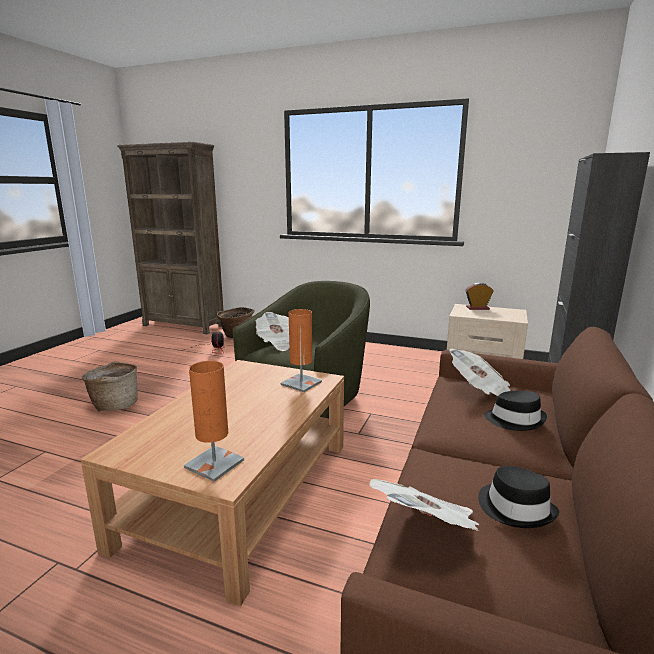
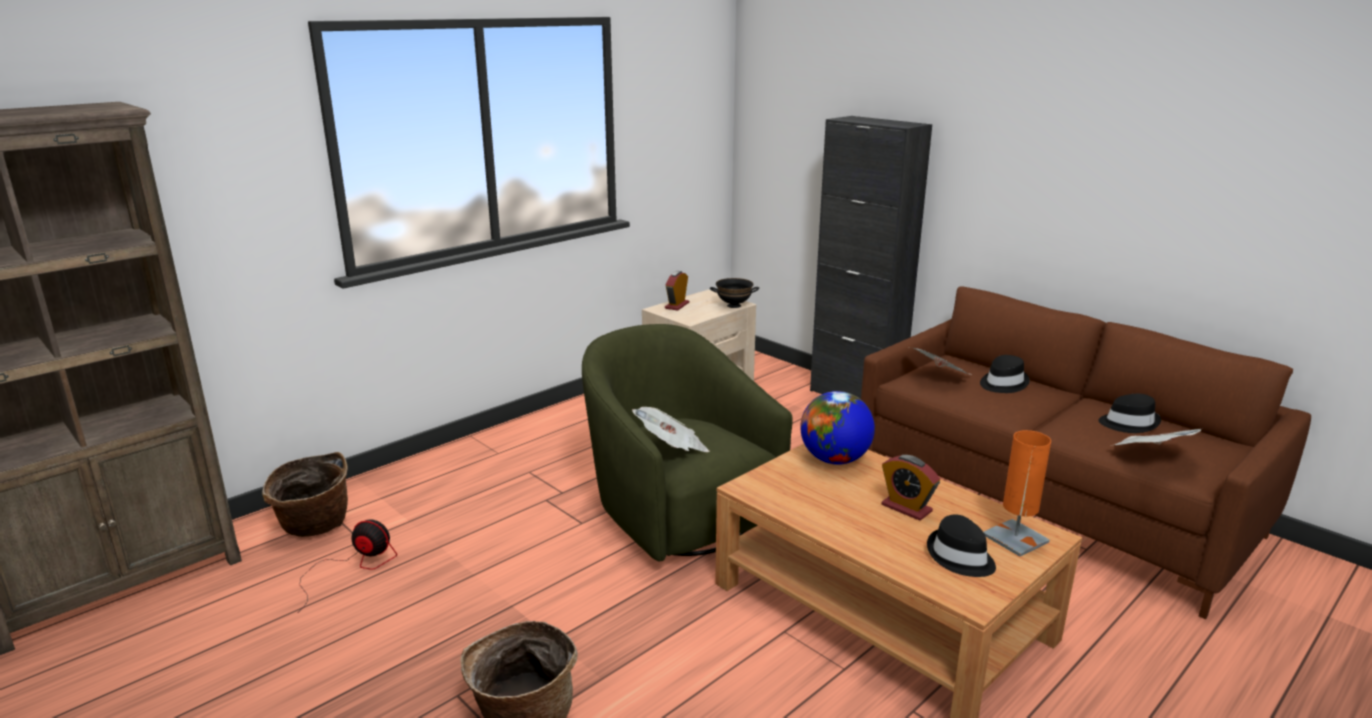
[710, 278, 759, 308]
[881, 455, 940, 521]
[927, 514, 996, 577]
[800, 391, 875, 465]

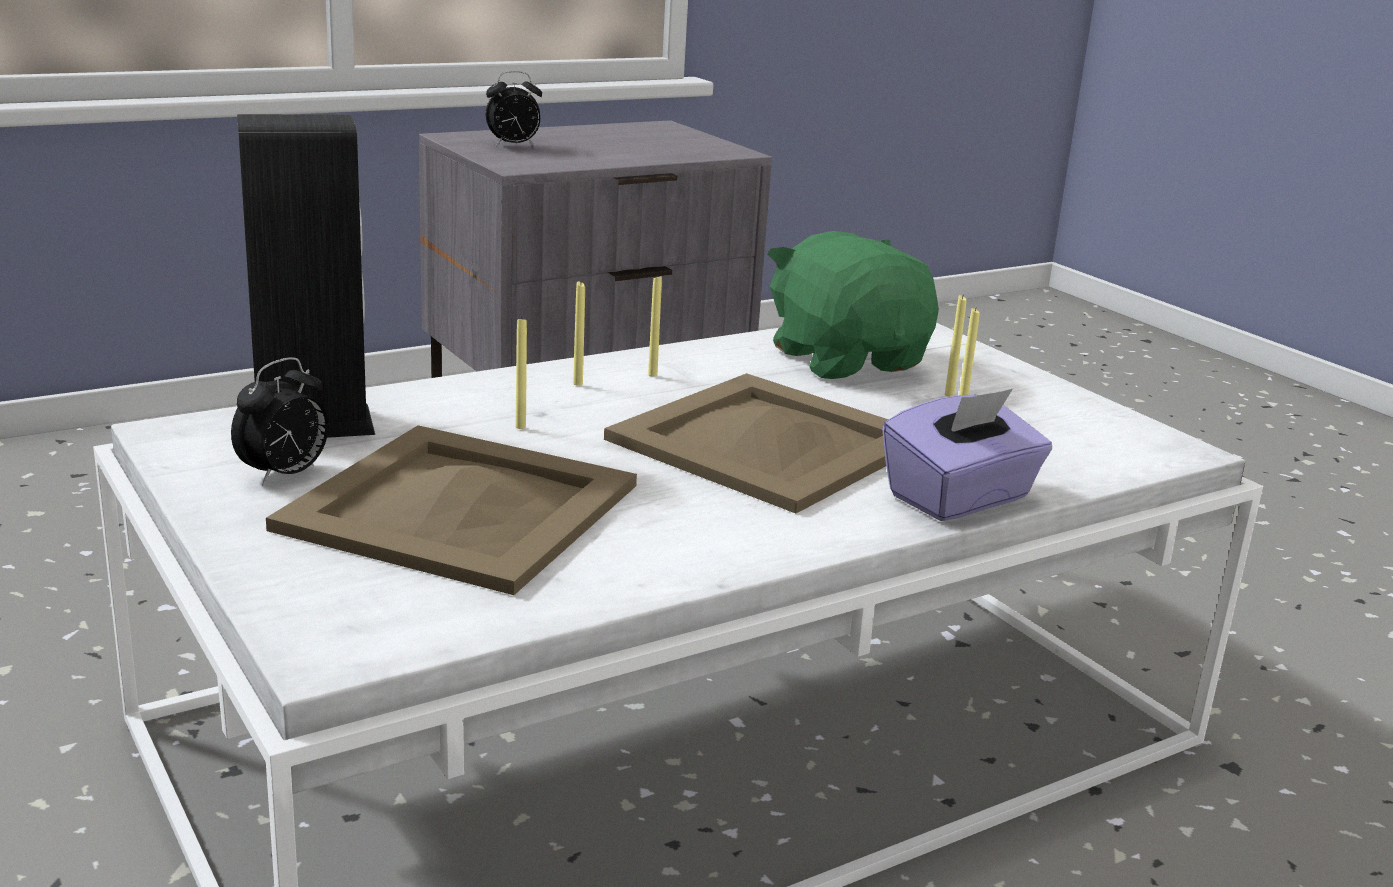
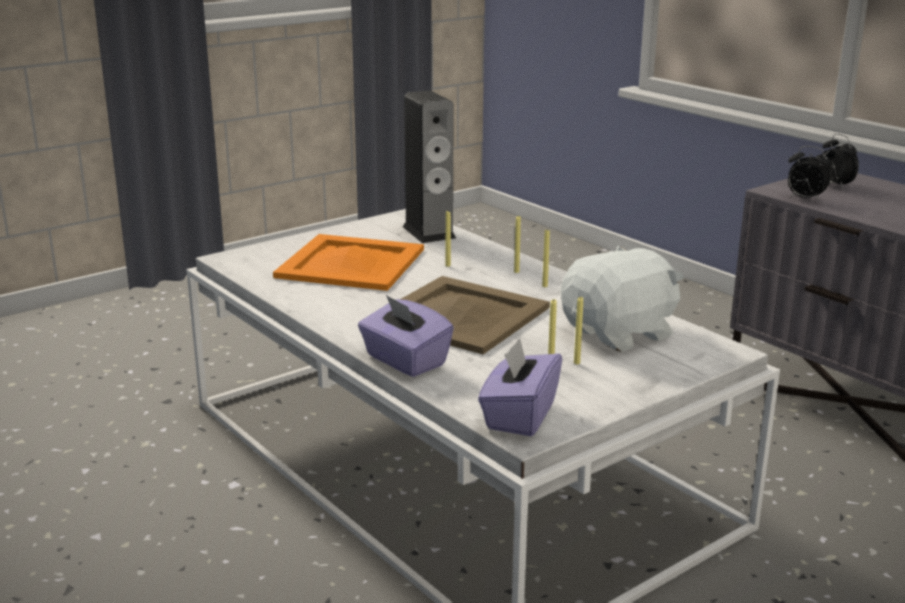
[478, 338, 562, 436]
[788, 146, 831, 202]
[273, 234, 424, 291]
[561, 246, 684, 352]

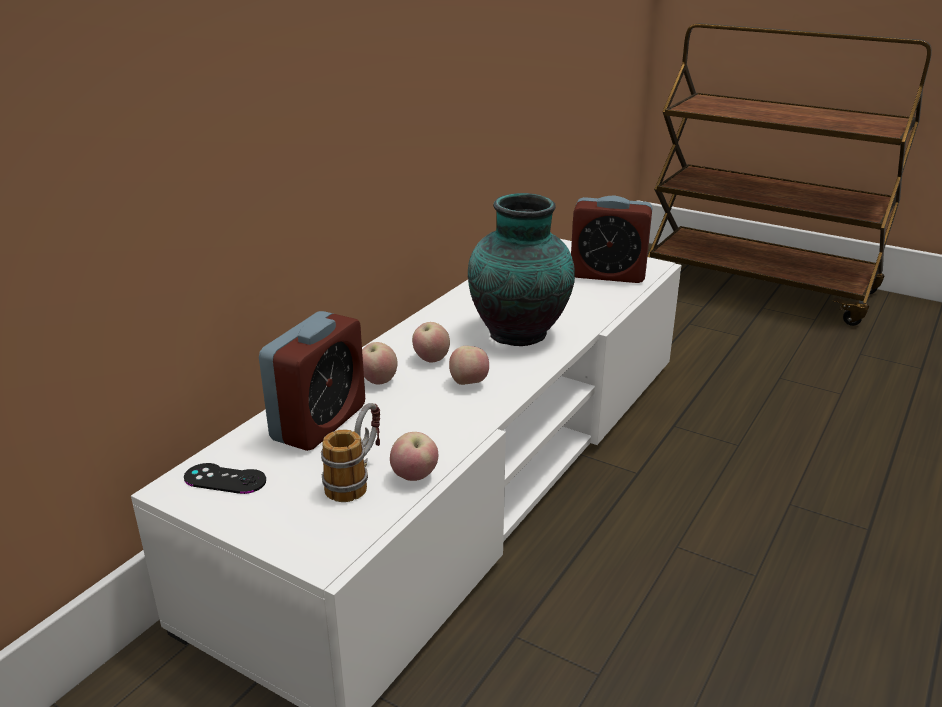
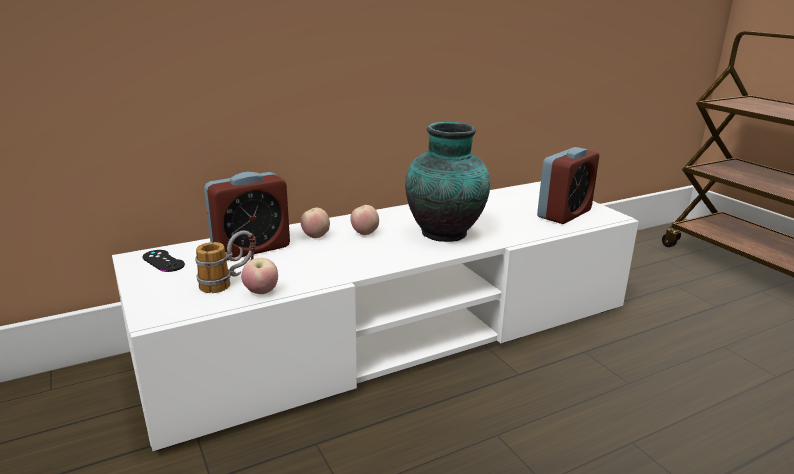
[449, 346, 489, 385] (first image)
[537, 147, 599, 224]

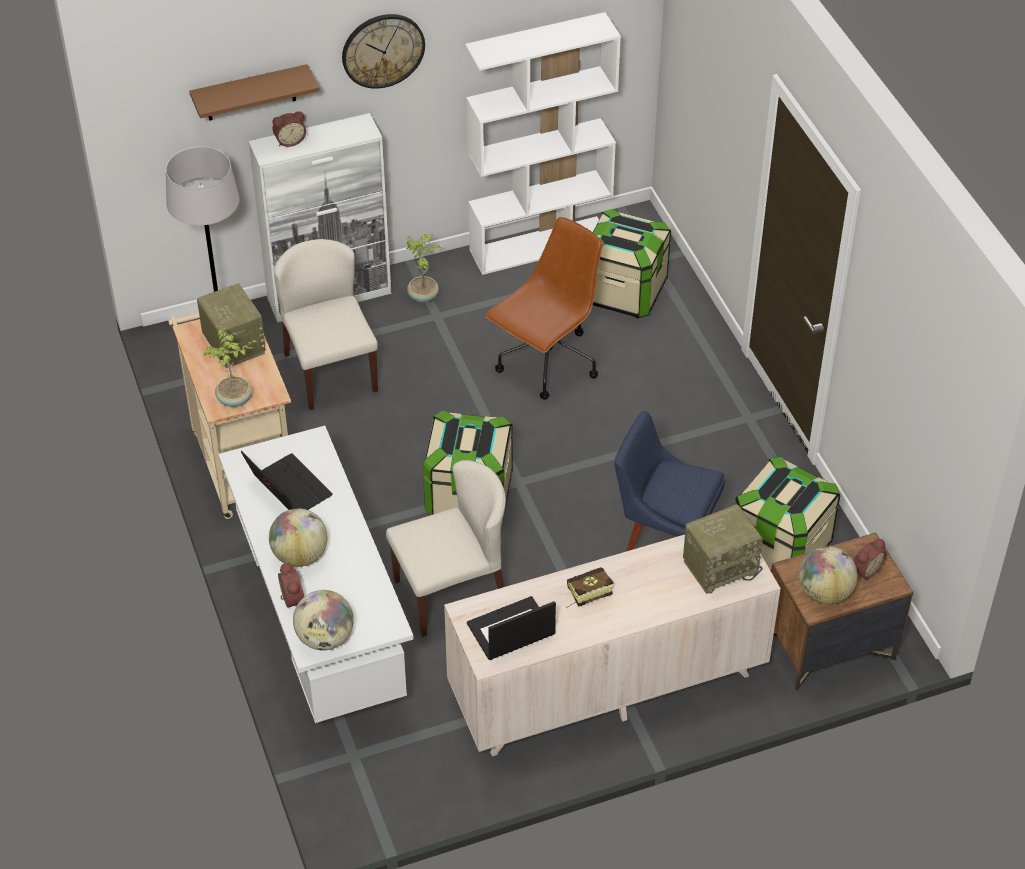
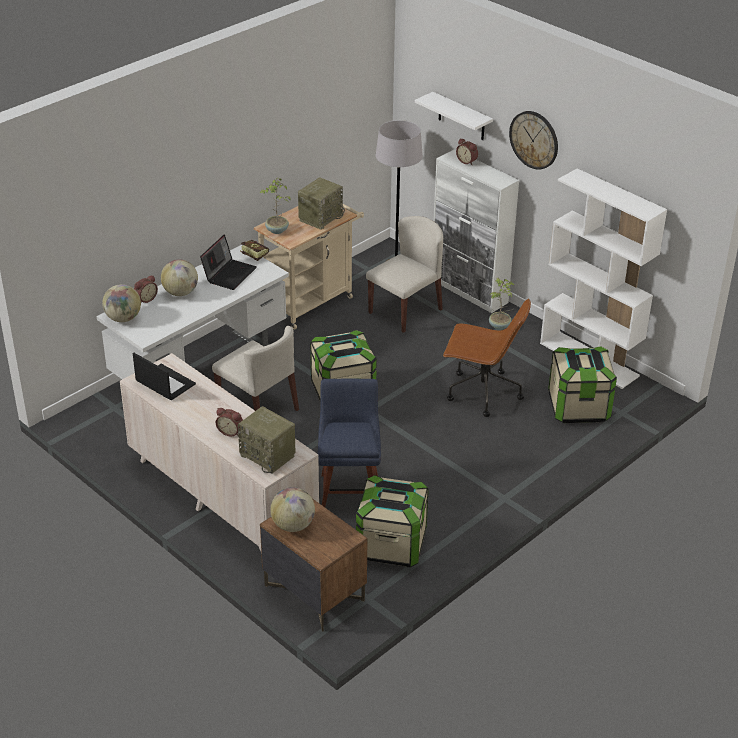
[241, 240, 269, 261]
[216, 408, 243, 437]
[415, 92, 493, 140]

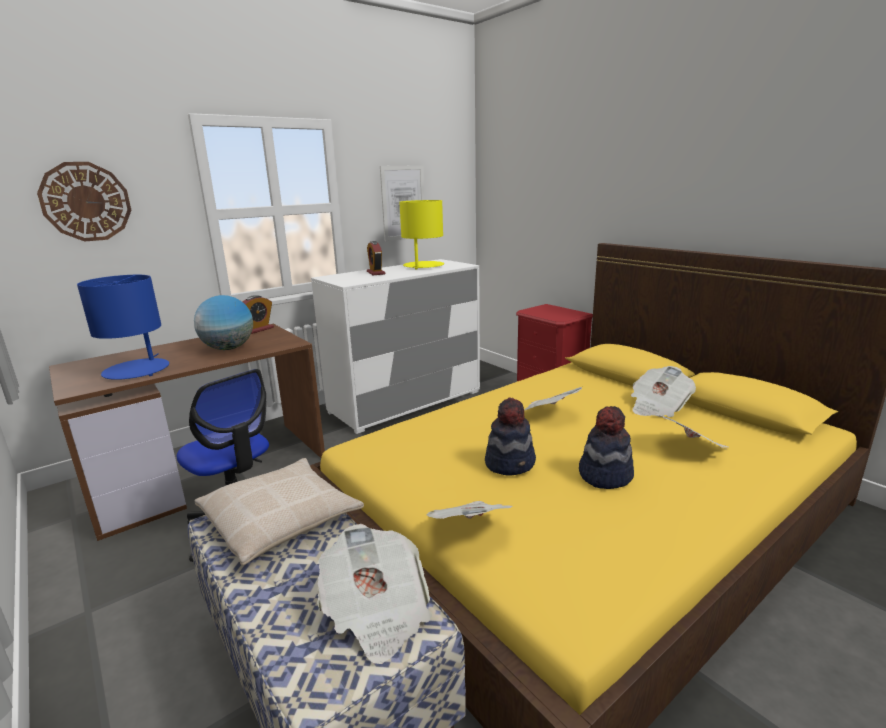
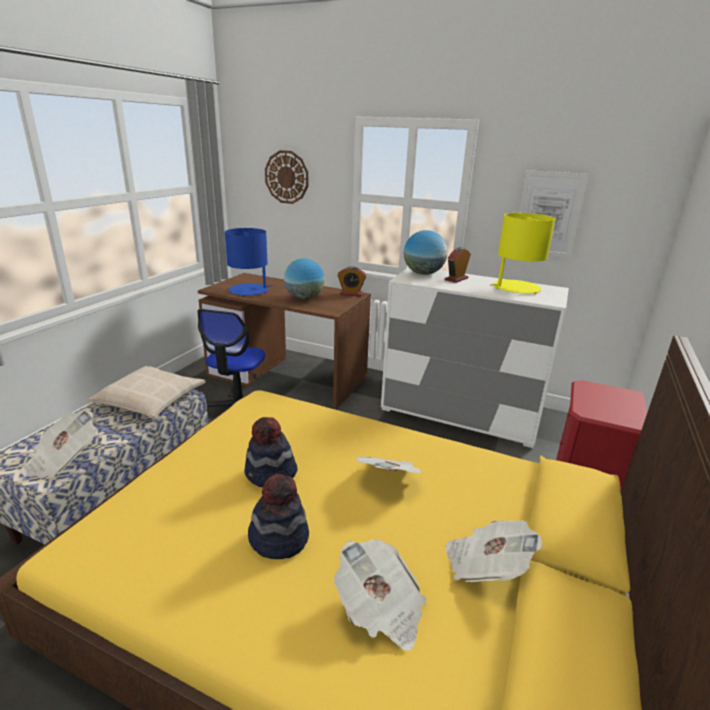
[426, 501, 512, 519] (first image)
[404, 230, 448, 275]

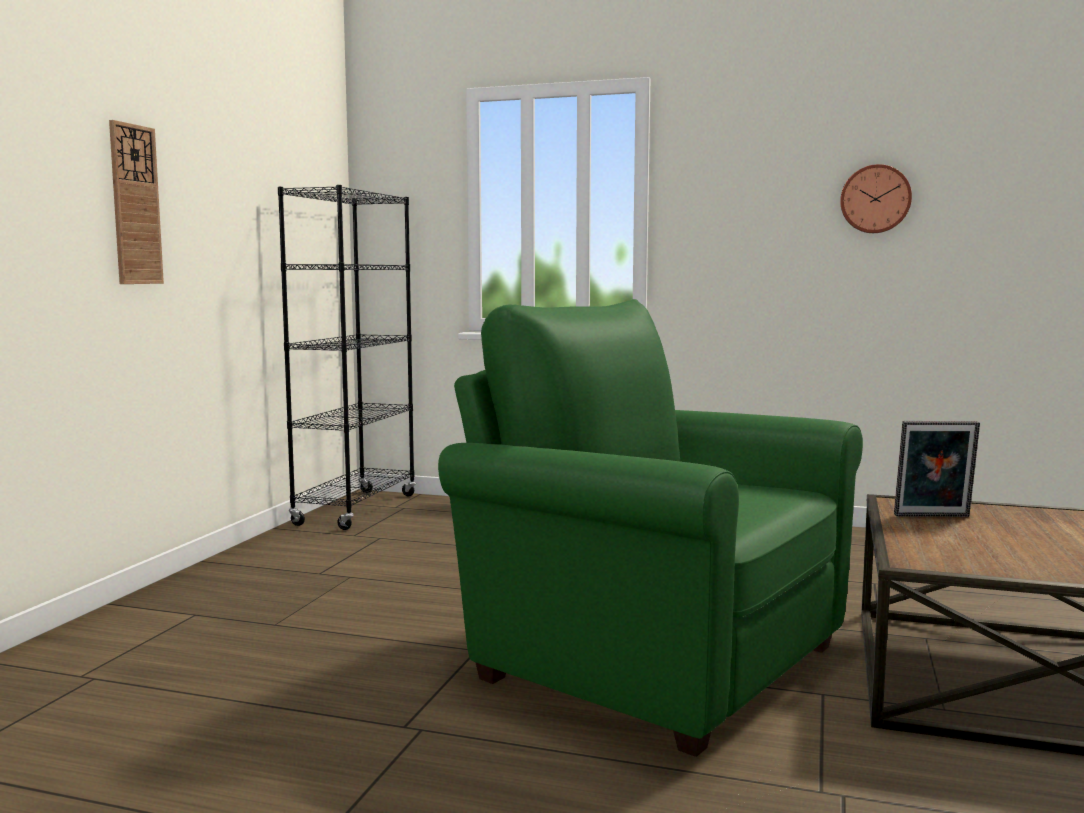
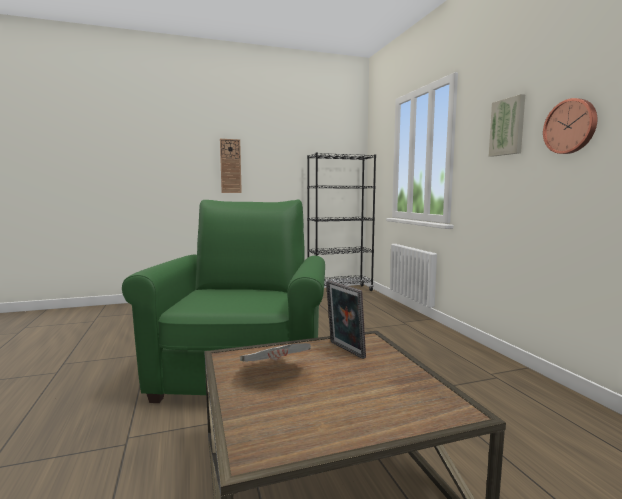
[240, 343, 311, 362]
[489, 94, 525, 157]

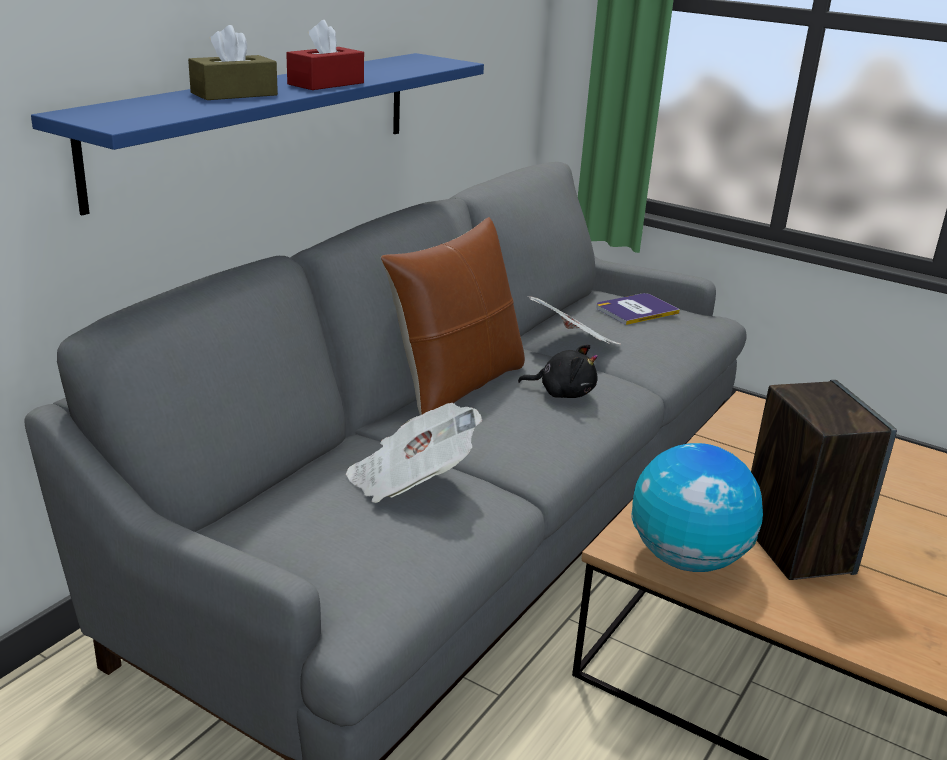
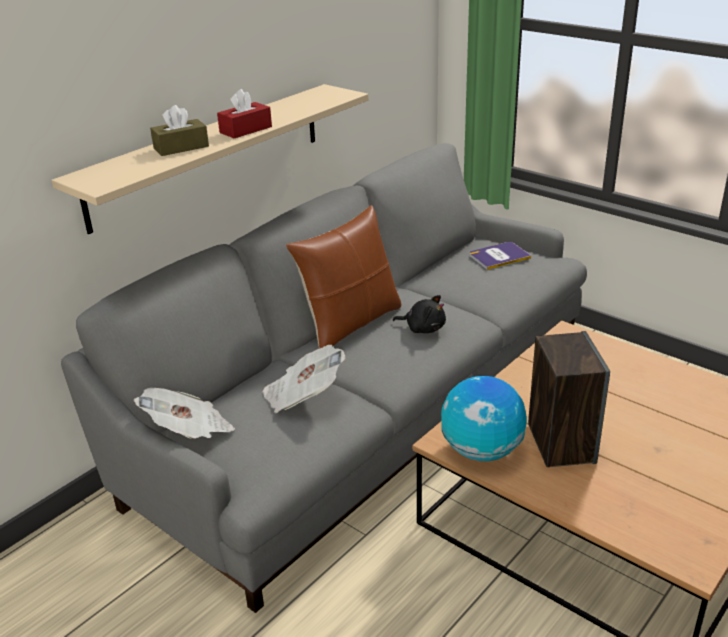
[134, 388, 235, 439]
[51, 84, 369, 234]

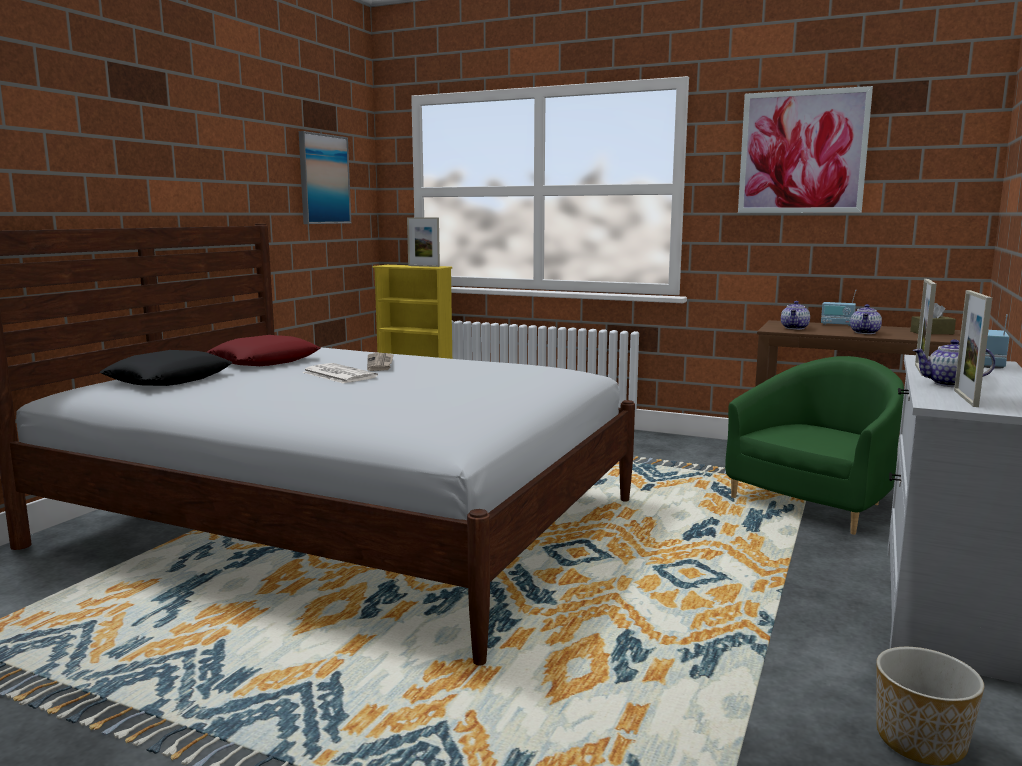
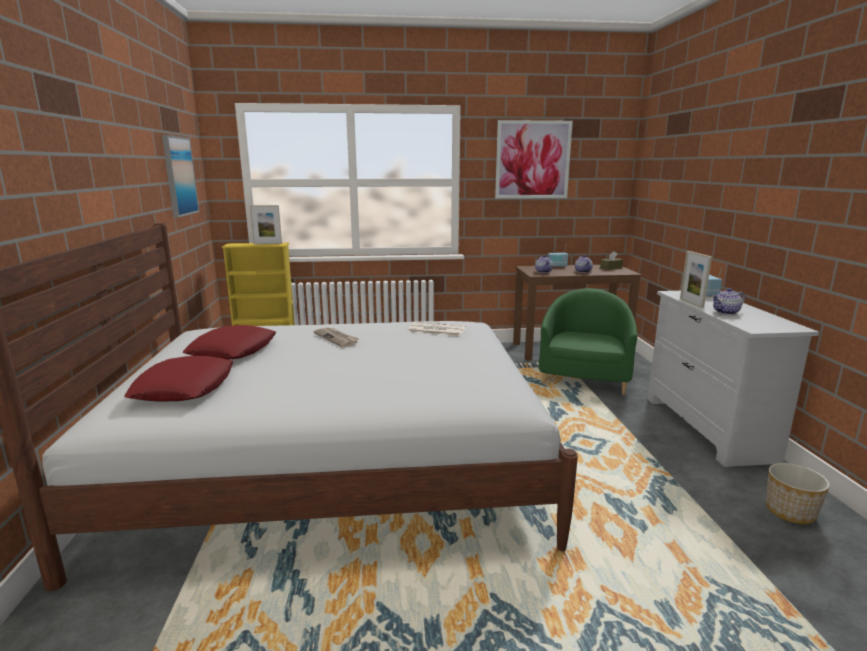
[954, 290, 992, 407] (first image)
[408, 321, 466, 336]
[124, 356, 233, 401]

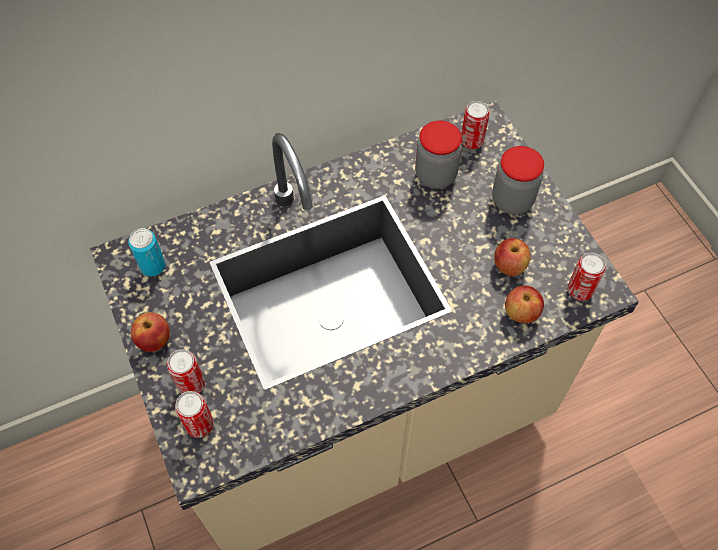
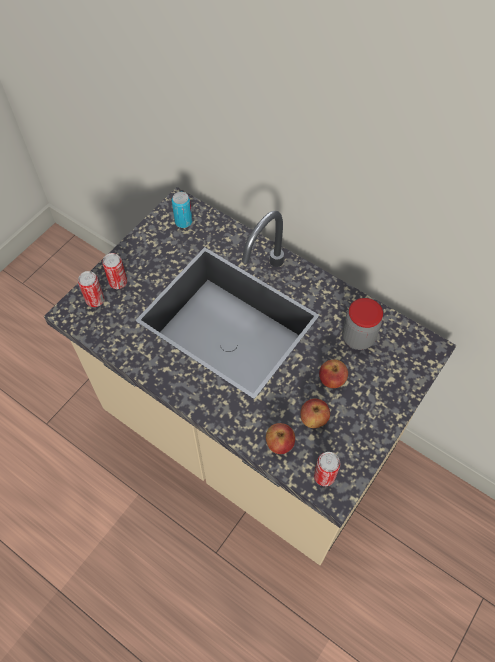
[461, 101, 490, 149] (first image)
[492, 146, 544, 215] (first image)
[319, 360, 348, 388]

